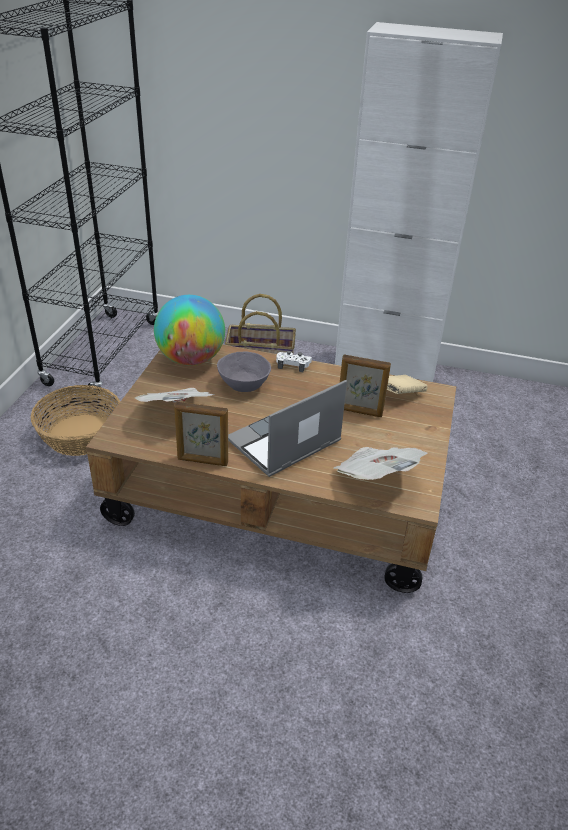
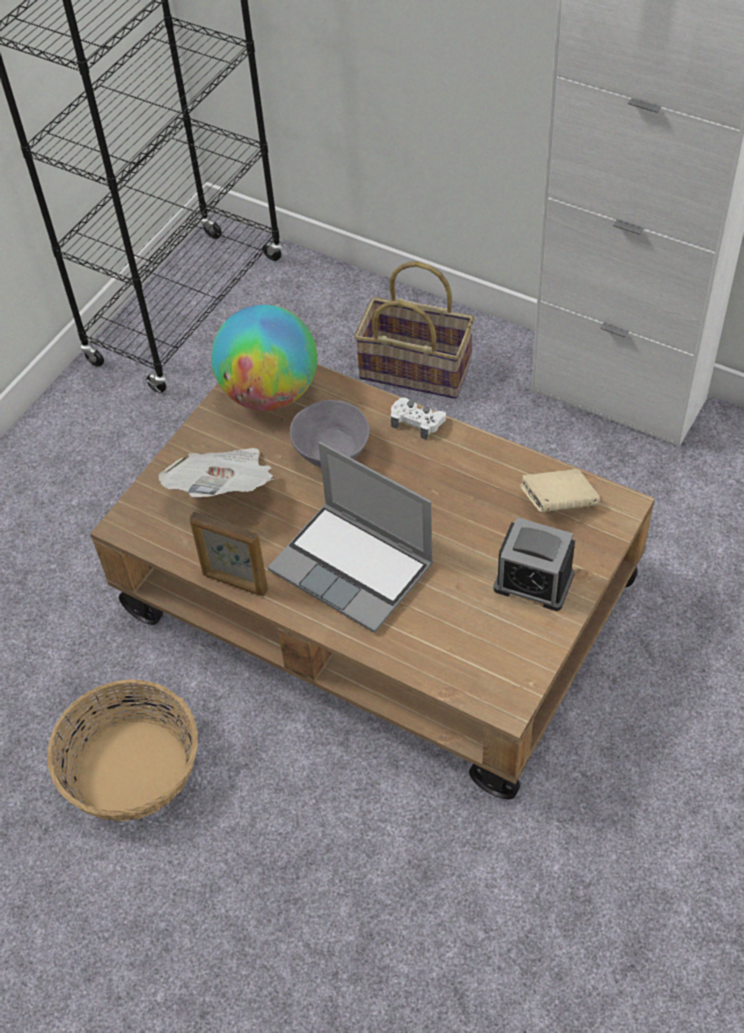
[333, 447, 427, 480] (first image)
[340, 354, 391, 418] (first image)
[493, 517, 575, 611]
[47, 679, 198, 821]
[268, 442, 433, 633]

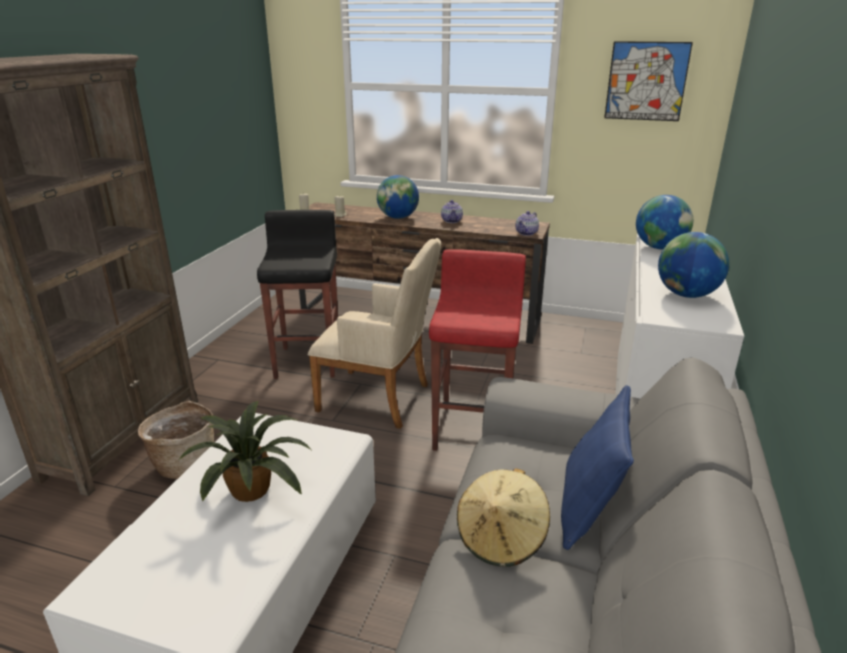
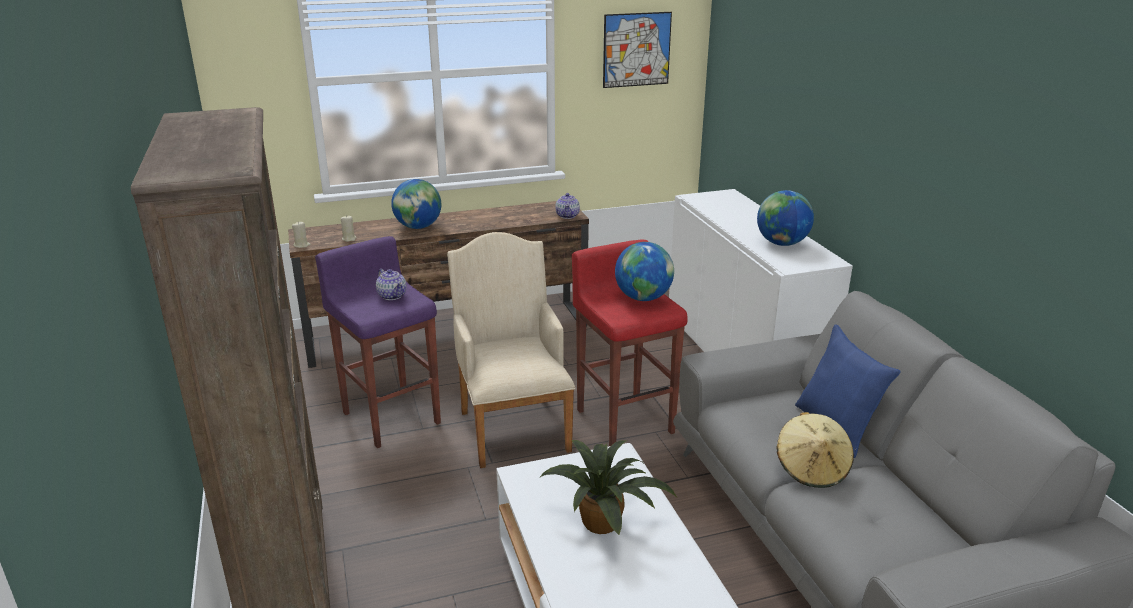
[138, 400, 214, 479] (first image)
[376, 269, 406, 300]
[615, 242, 674, 301]
[315, 236, 441, 448]
[447, 232, 576, 468]

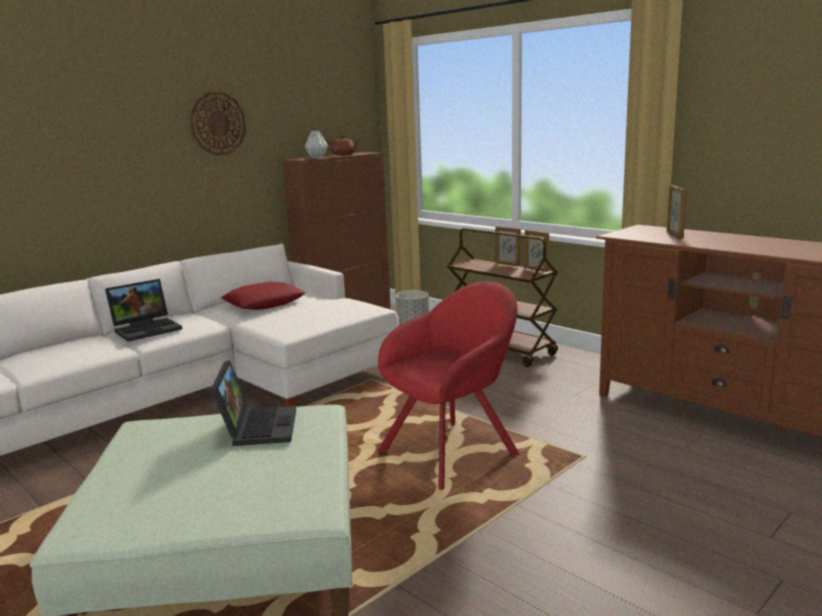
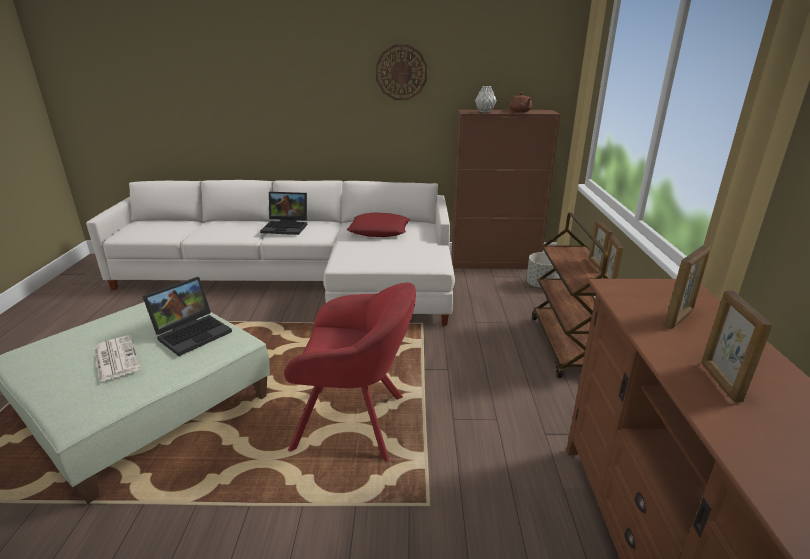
[94, 335, 140, 382]
[701, 290, 772, 402]

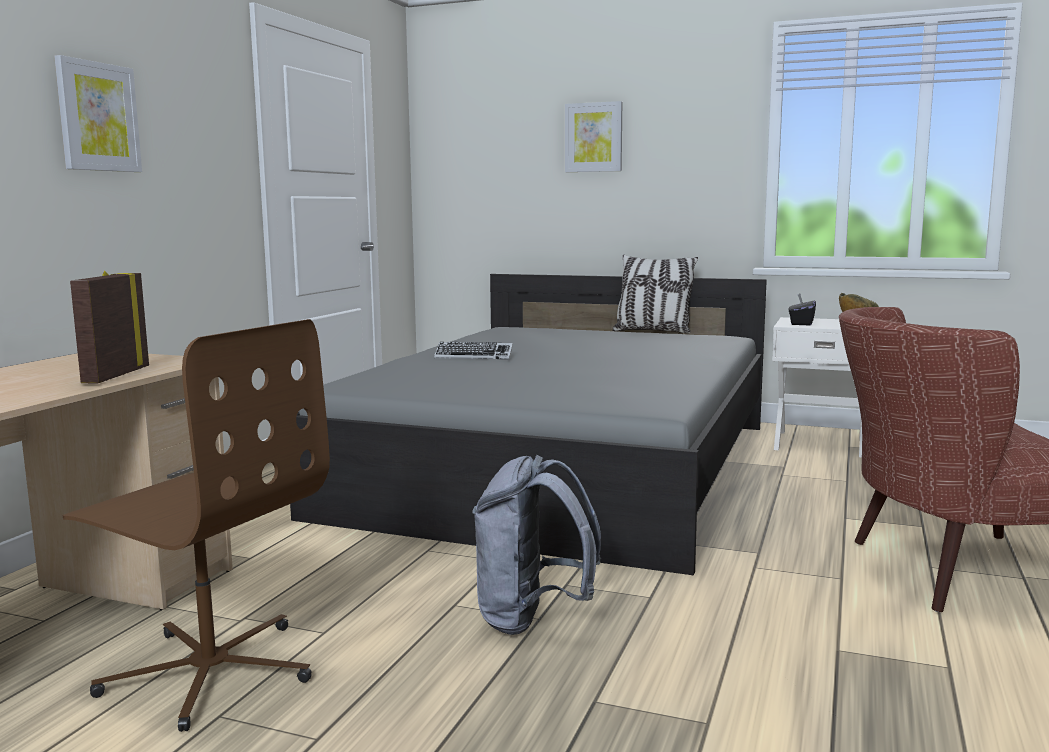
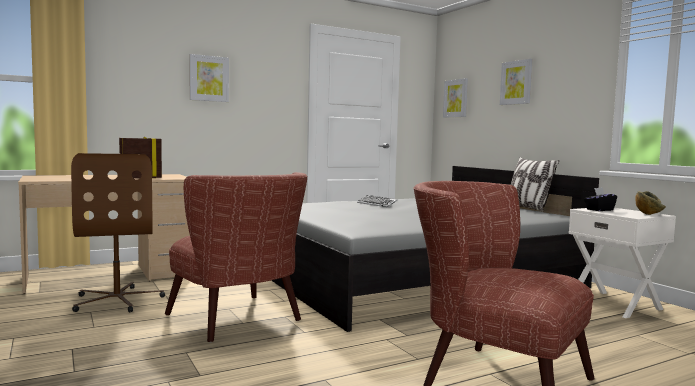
[443, 78, 468, 118]
[165, 172, 307, 342]

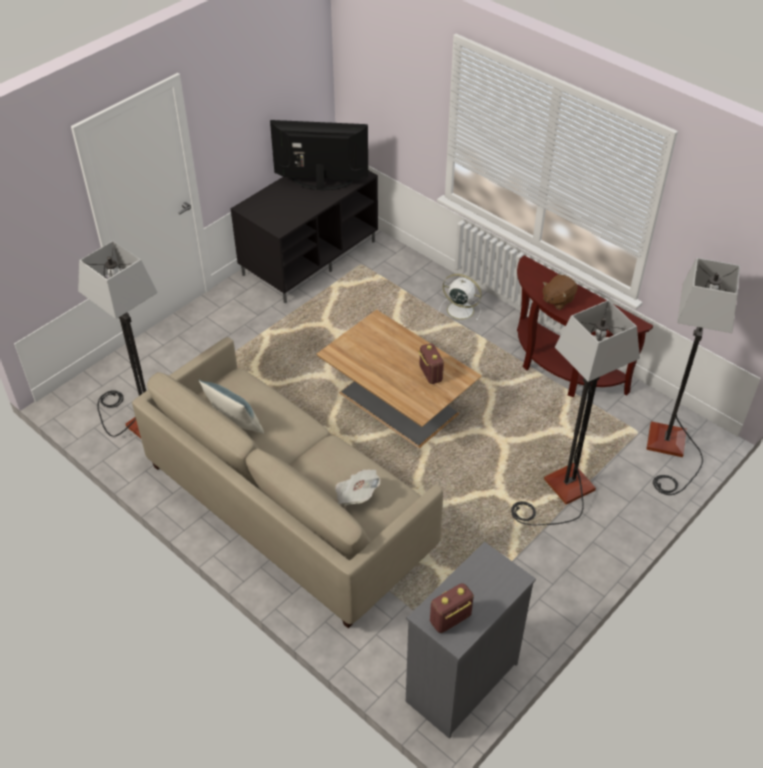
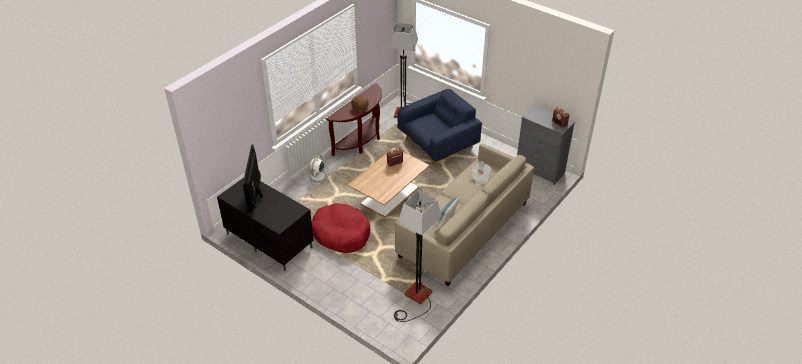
[312, 203, 370, 253]
[397, 89, 482, 165]

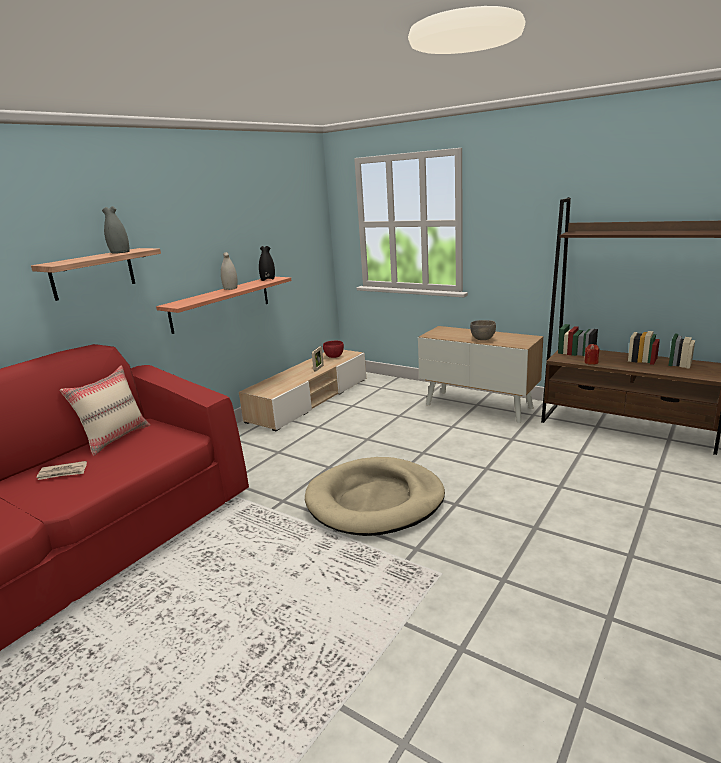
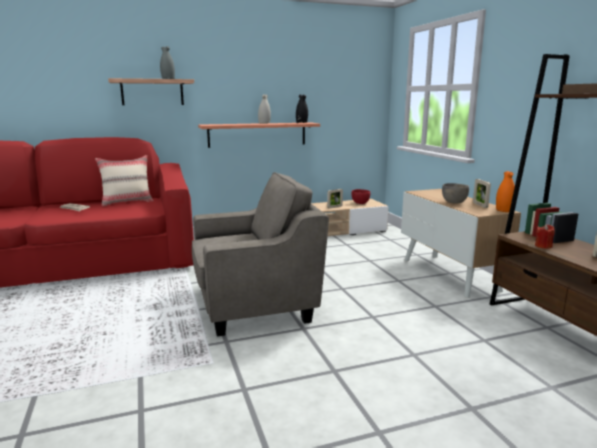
[473, 179, 491, 208]
[496, 171, 515, 212]
[192, 172, 329, 337]

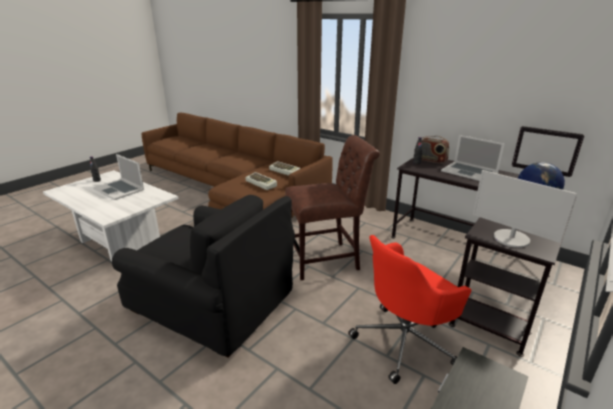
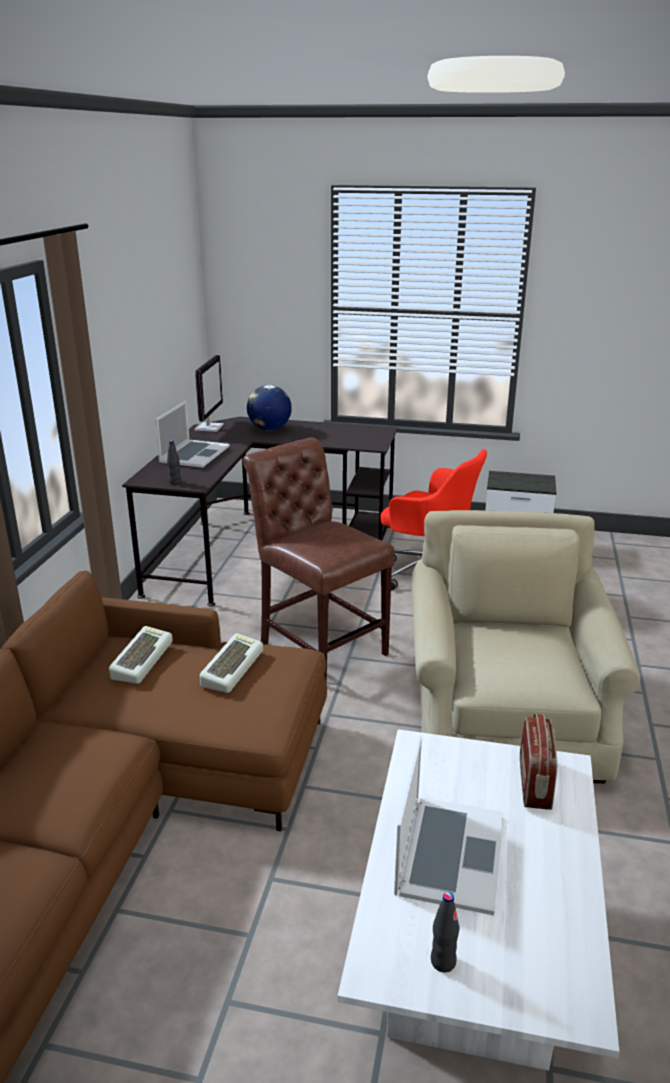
[473, 170, 577, 248] (first image)
[520, 713, 558, 810]
[412, 510, 640, 784]

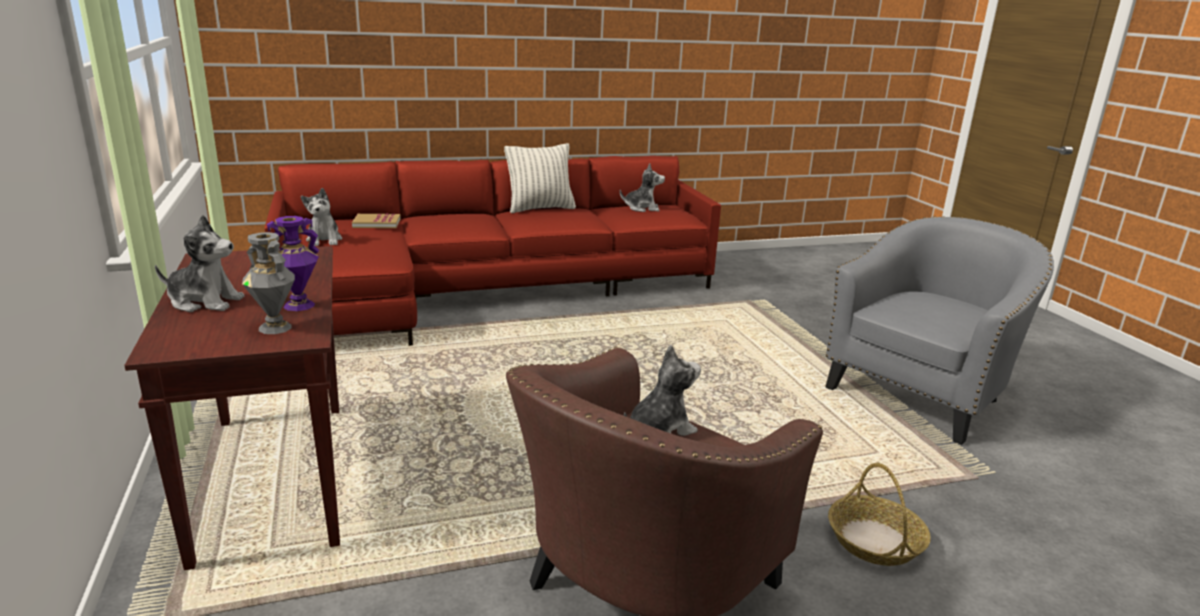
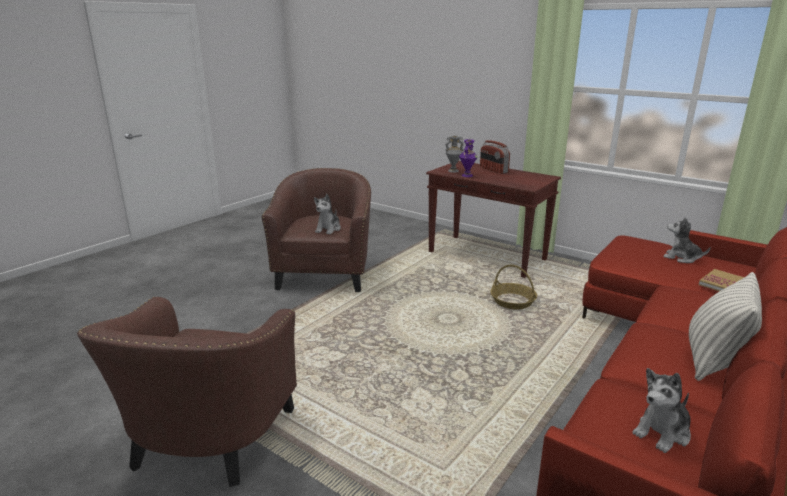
[490, 265, 537, 309]
[480, 140, 510, 174]
[77, 297, 297, 487]

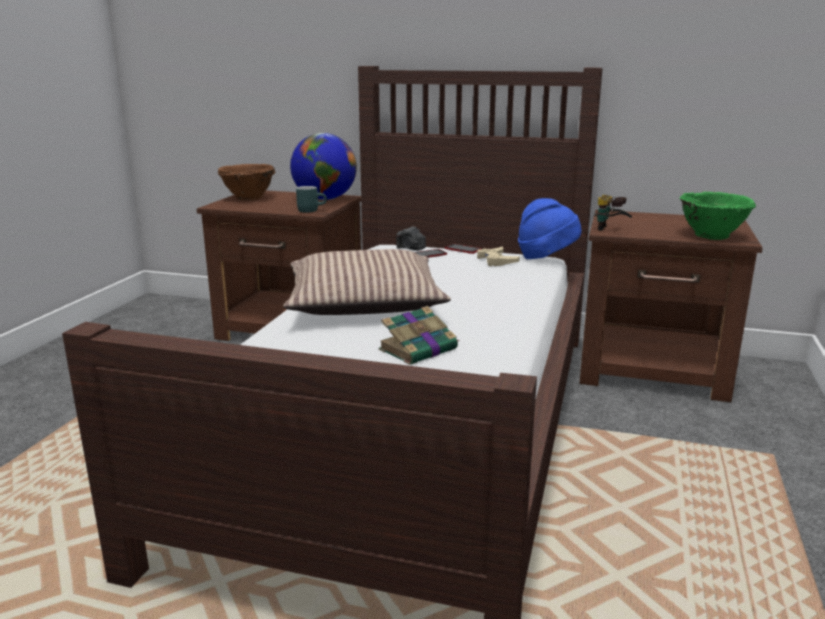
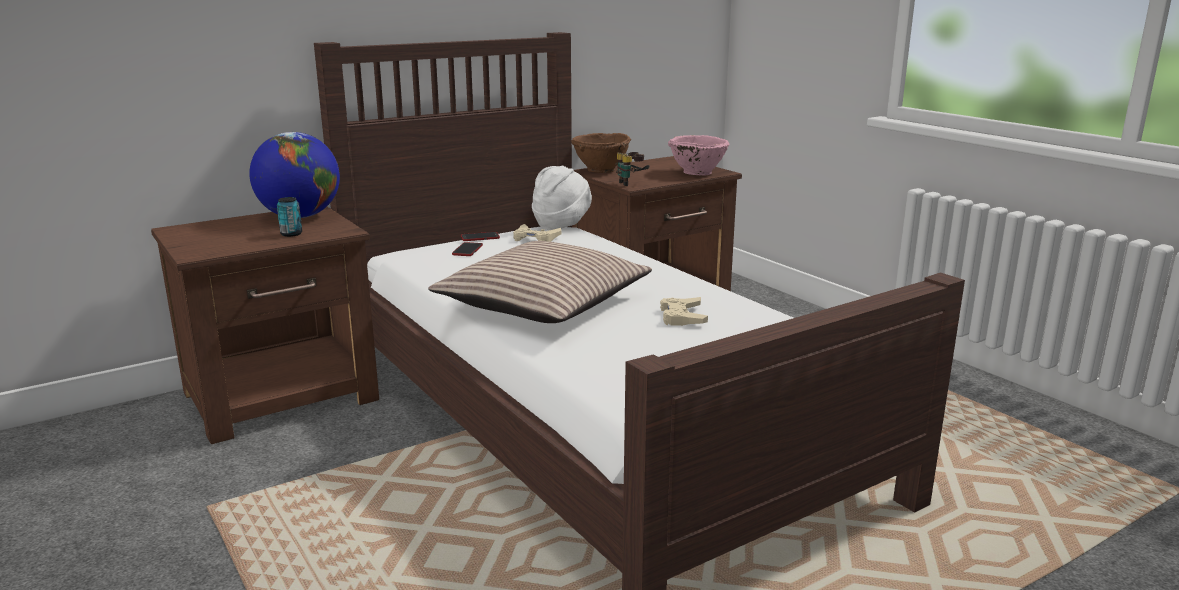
[296, 186, 327, 212] (first image)
[396, 226, 426, 250] (first image)
[277, 197, 302, 237]
[572, 133, 631, 173]
[660, 297, 708, 326]
[532, 166, 592, 230]
[668, 135, 730, 175]

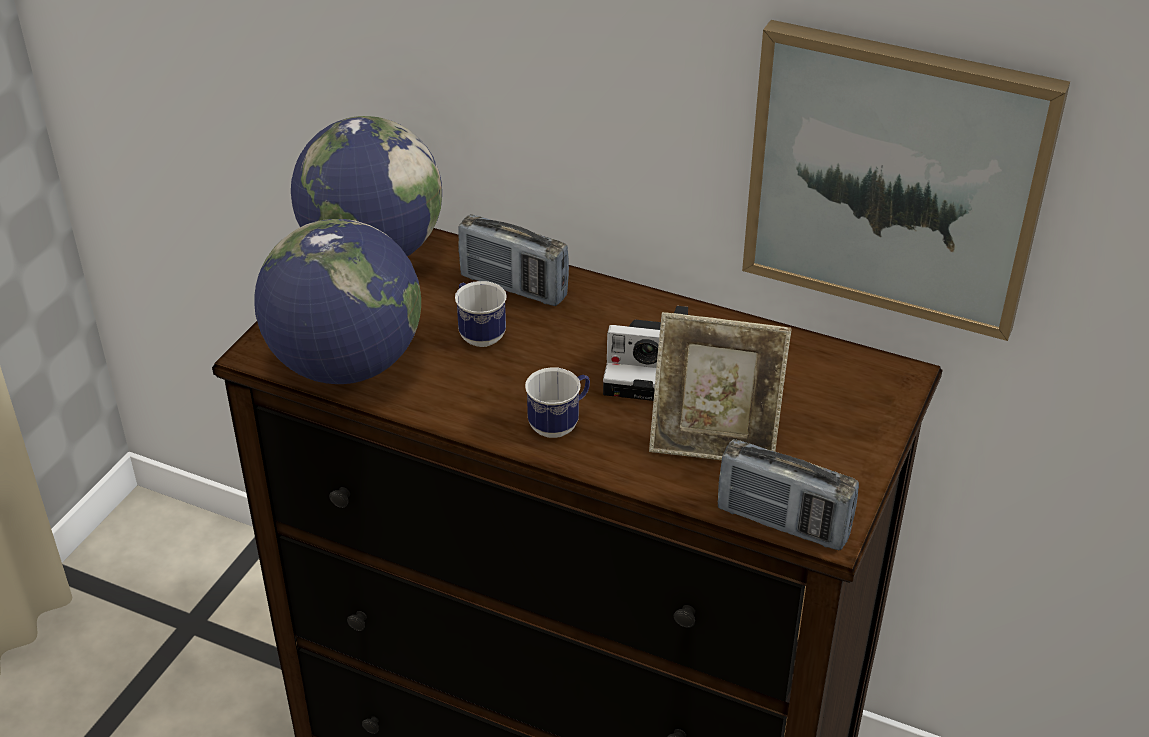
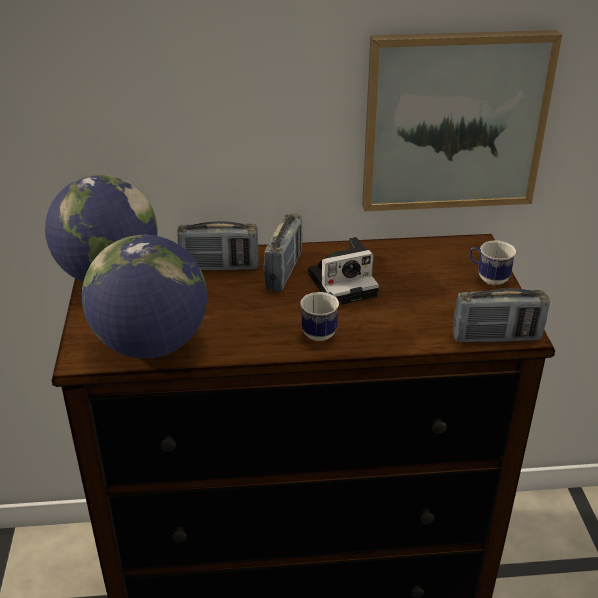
[649, 312, 792, 460] (first image)
[264, 214, 303, 291]
[470, 241, 516, 285]

